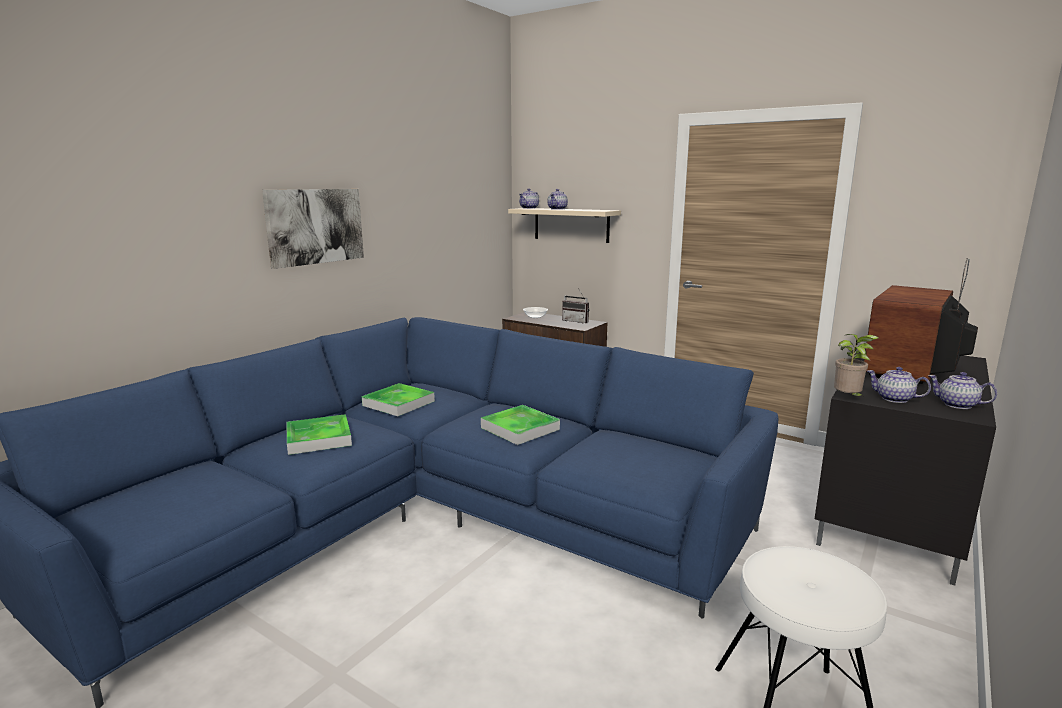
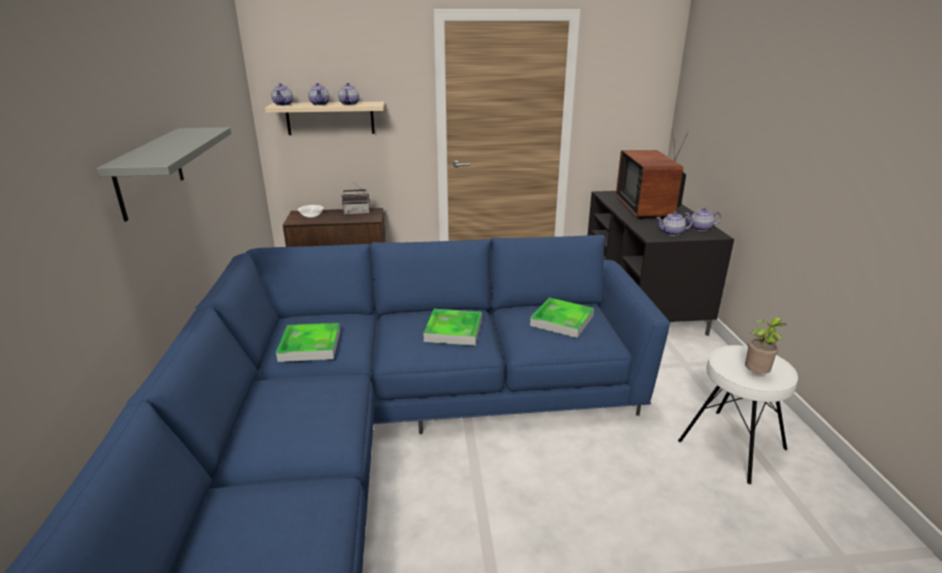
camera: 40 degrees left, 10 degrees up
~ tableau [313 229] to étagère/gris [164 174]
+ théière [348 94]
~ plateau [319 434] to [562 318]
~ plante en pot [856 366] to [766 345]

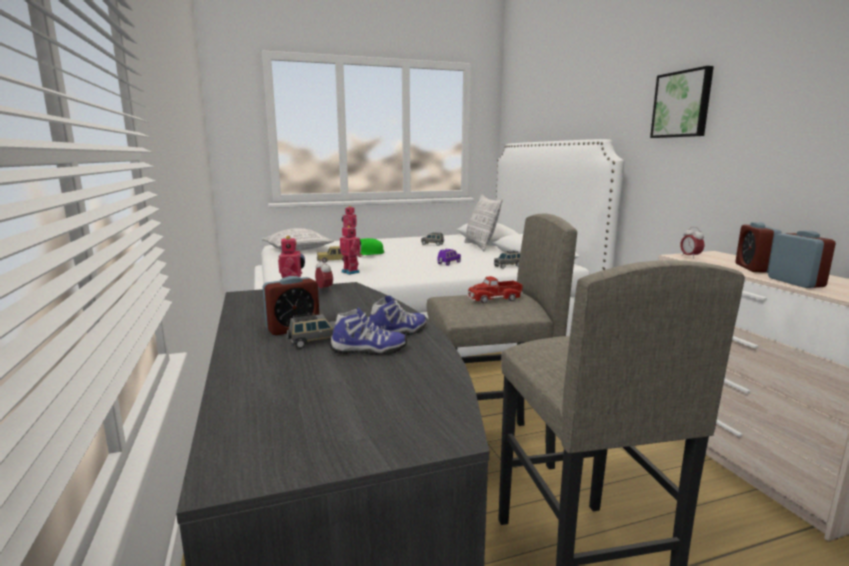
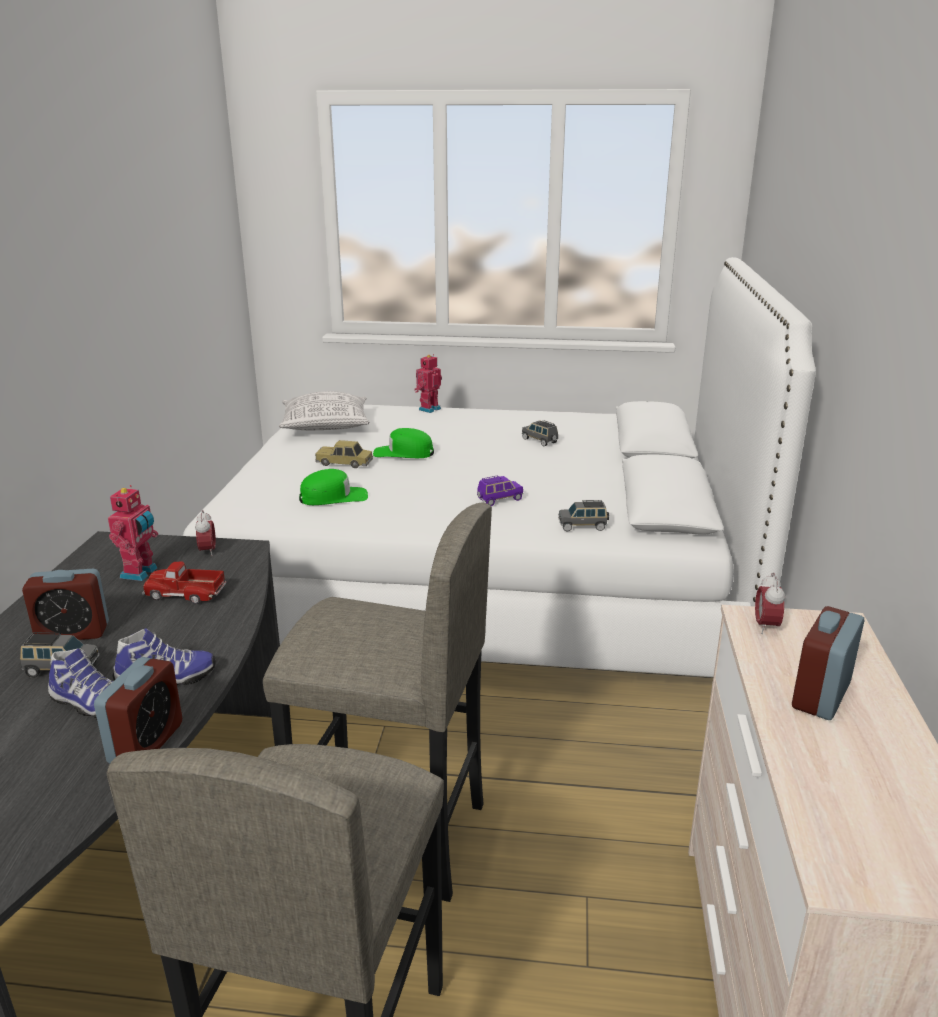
camera: 25 degrees right, 10 degrees up
~ réveil [802 259] to [138 710]
~ camion jouet [495 289] to [184 582]
~ robot jouet [351 250] to casquette/vert [333 487]
- coussin [483 222]
- tableau [682 102]

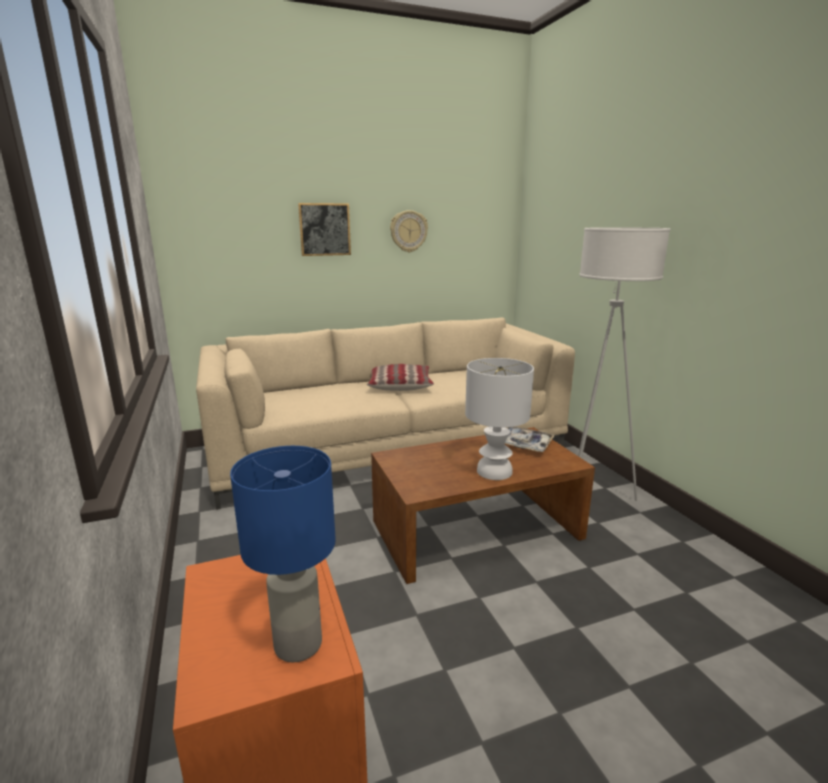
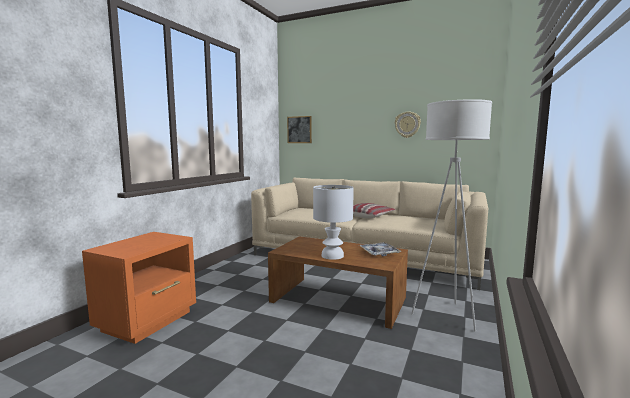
camera: 45 degrees right, 10 degrees down
~ tableau [324 229] to [299 129]
- lampe de table/bleu [283 554]

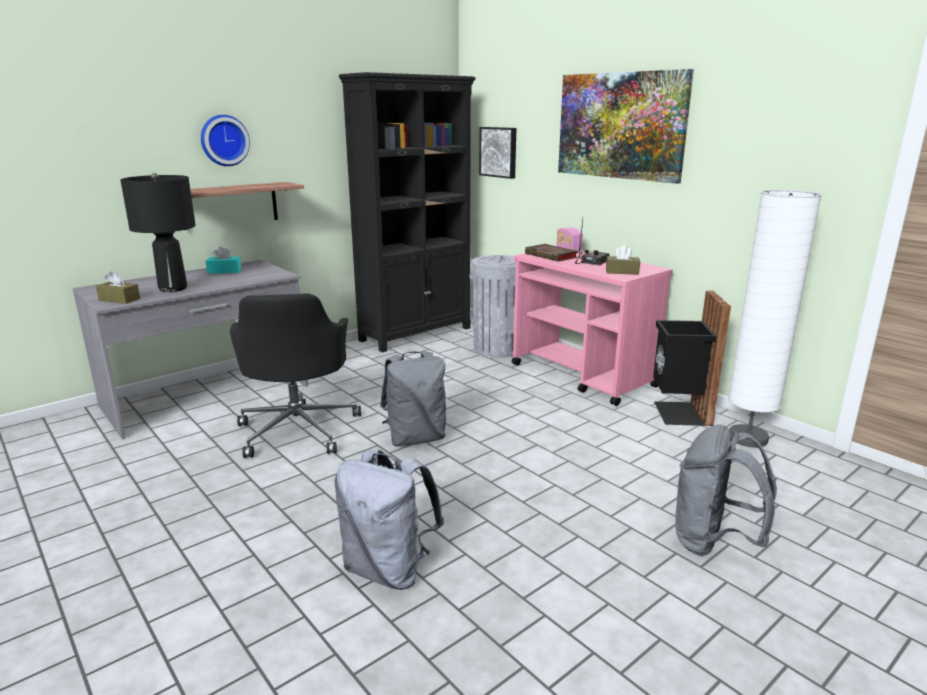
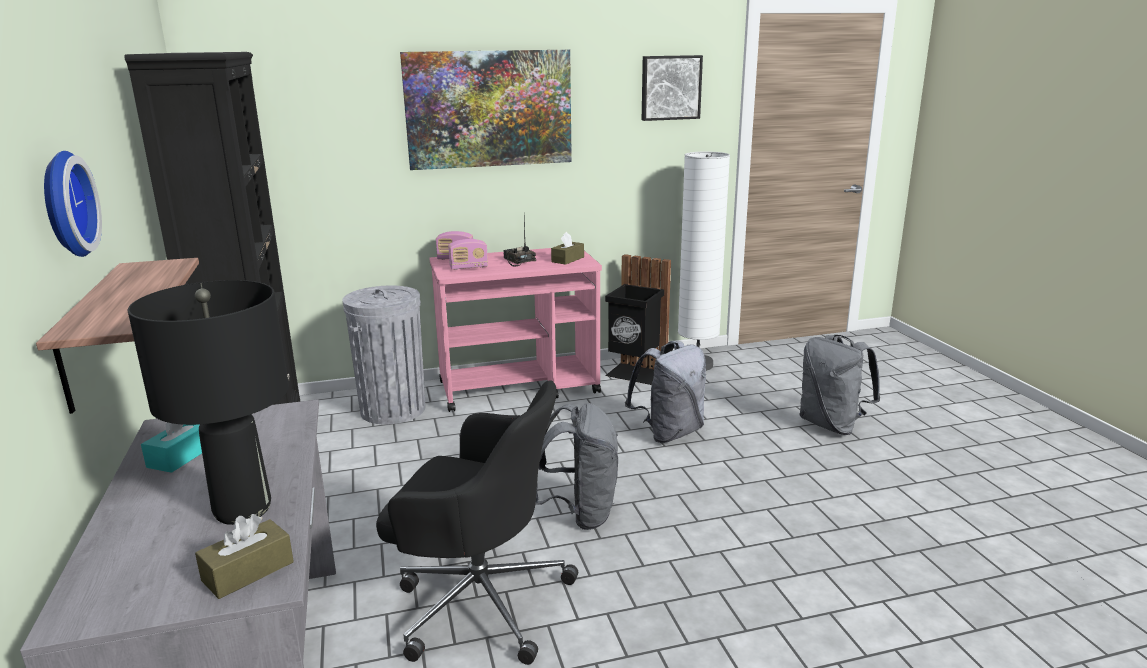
camera: 65 degrees left, 0 degrees up
~ livre [551 253] to radio [468 254]
~ sac à dos/gris [389 520] to [665 392]
~ tableau [497 153] to [672 88]

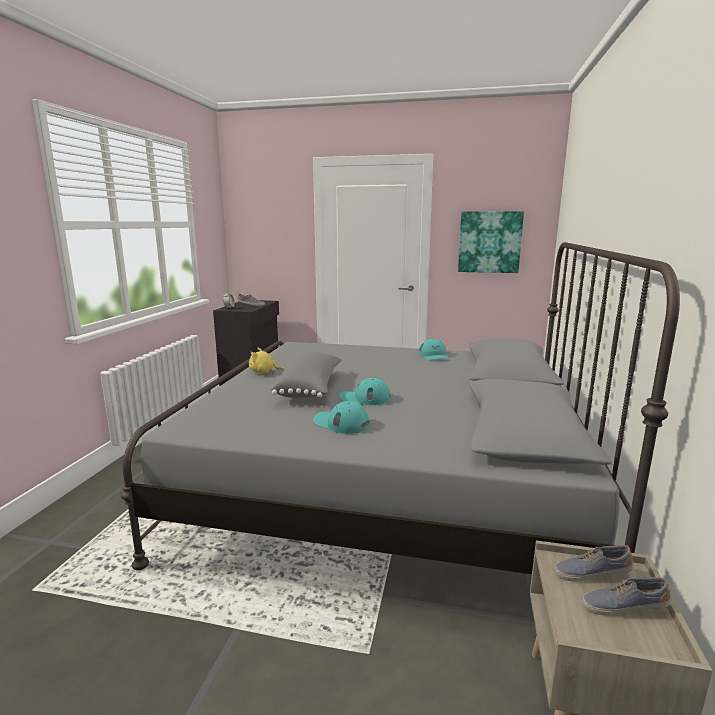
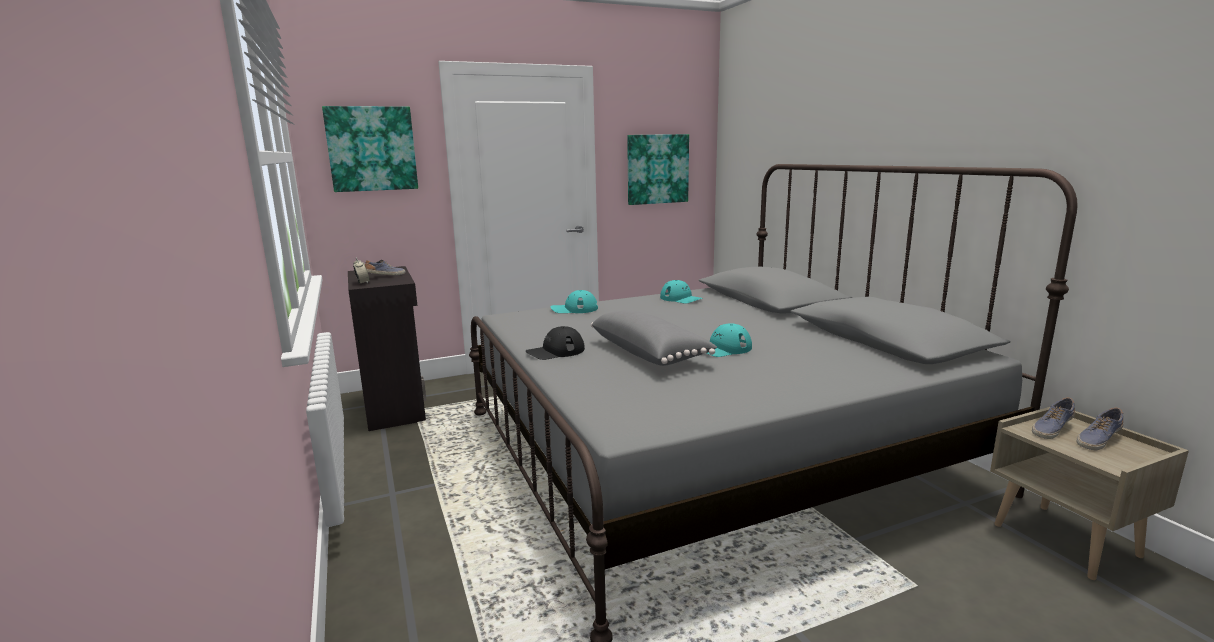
camera: 35 degrees left, 0 degrees up
+ tableau [370 149]
~ peluche/jaune [267 360] to casquette/noir [555 343]
~ casquette/turquoise [341 417] to [574 301]

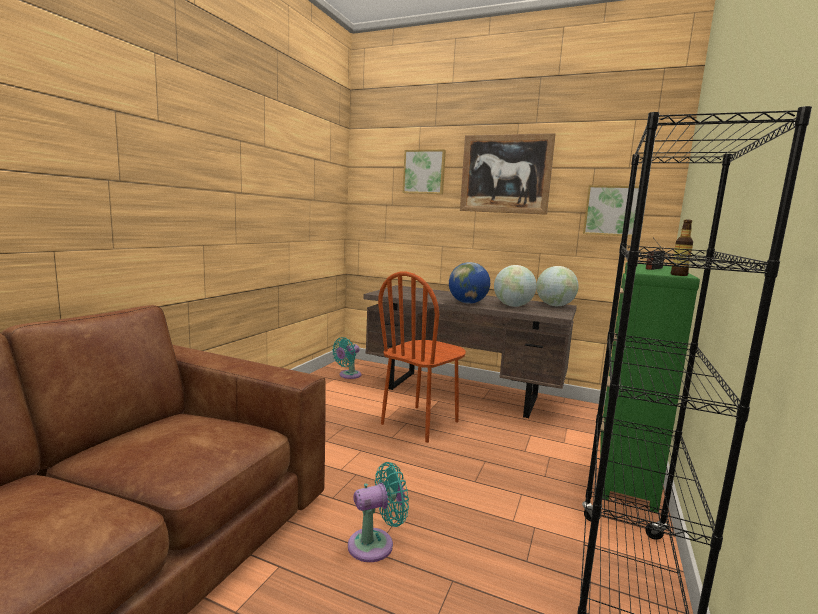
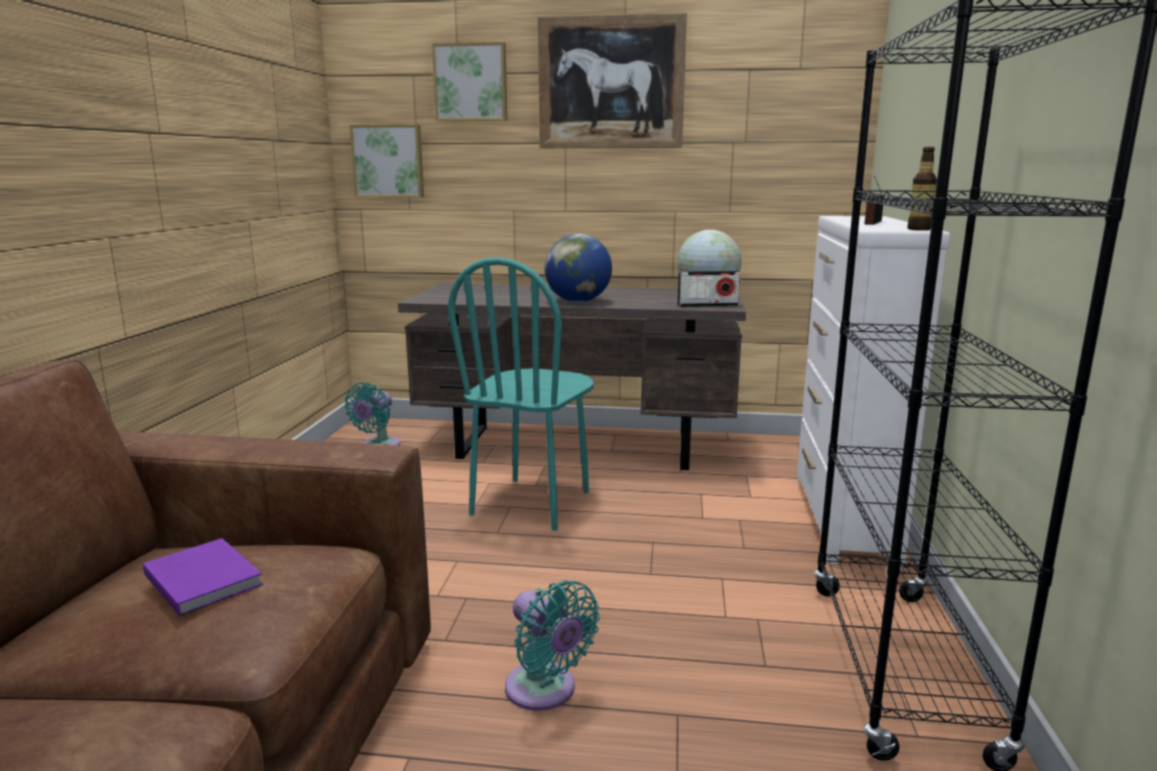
camera: 15 degrees left, 5 degrees up
+ livre/violet [203 577]
~ tableau [611 211] to [386 161]
~ chaise/marron [422 357] to chaise/turquoise [521 394]
~ ventilateur/turquoise [378 512] = [552 645] 90 degrees clockwise
+ radio [708 289]
~ commode/vert [650 387] to commode/blanc [873 392]
- globe [515 286]

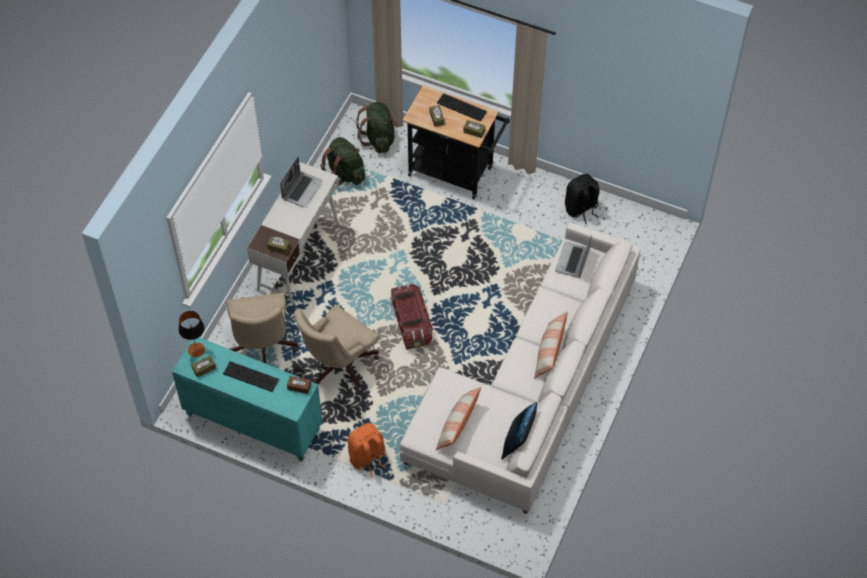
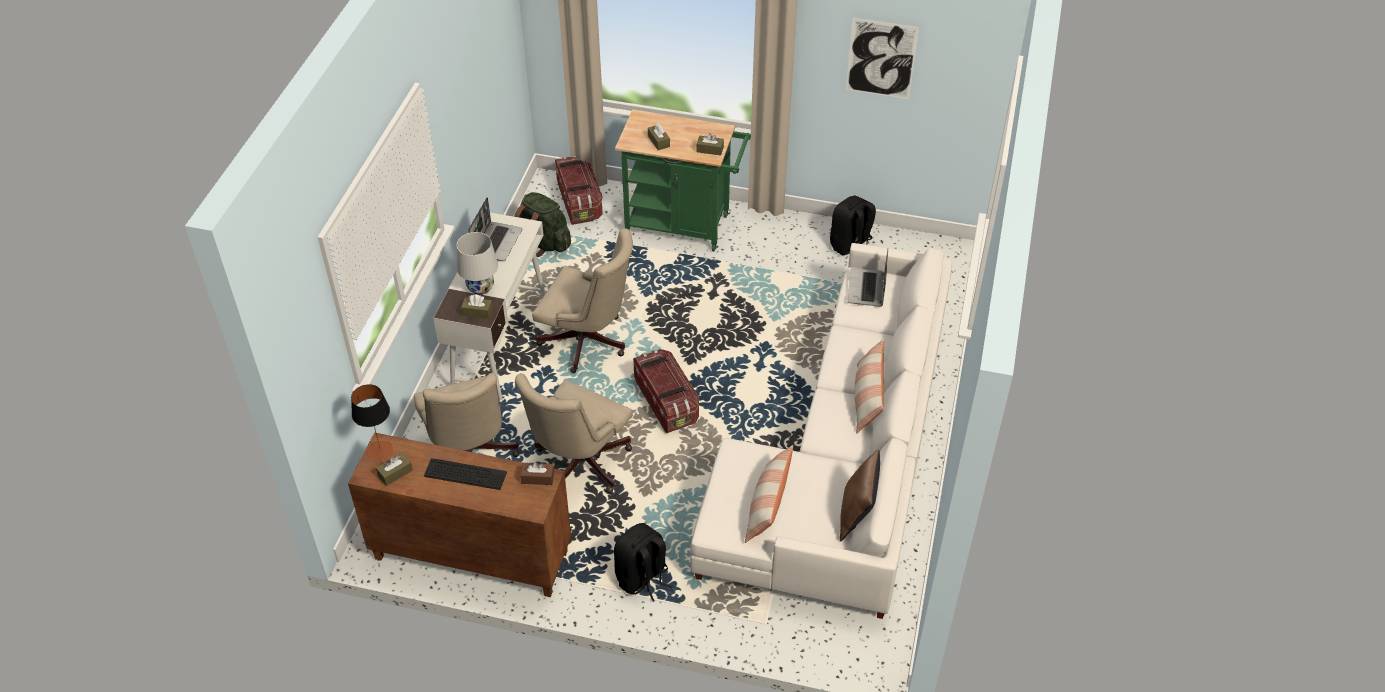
camera: 10 degrees left, 10 degrees down
~ meuble de rangement/turquoise [247 399] to meuble de rangement/marron [459 514]
+ lampe de table/blanc [477 263]
+ chaise de bureau/beige [582 300]
~ sac à dos/vert [377 127] to boîte de rangement [579 190]
~ sac à dos/orange [367 450] to sac à dos/noir [643 562]
~ chariot/noir [456 142] to chariot/vert [683 180]
~ coussin/bleu [519 431] to coussin/marron [860 495]
+ tableau [882 58]
- clavier [462 107]

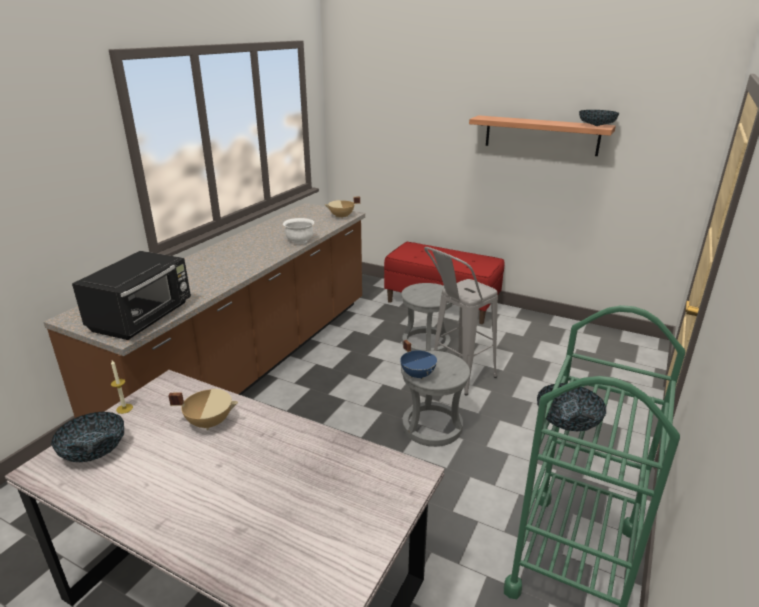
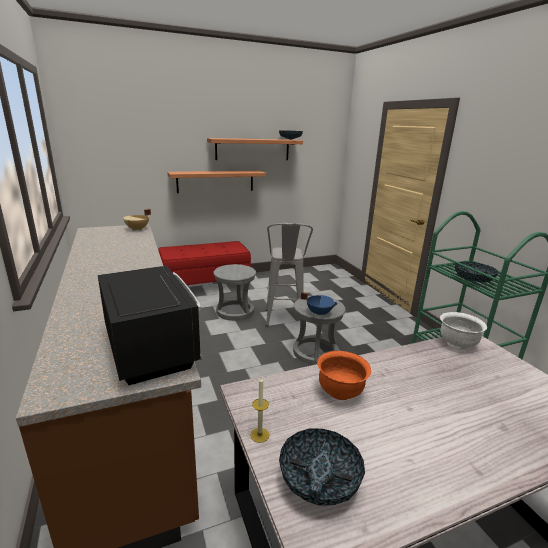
camera: 50 degrees left, 5 degrees down
+ étagère [216 182]
~ marmite/beige [203 409] to bol/orange [344 375]
~ bol/blanc [298 231] to [463 331]

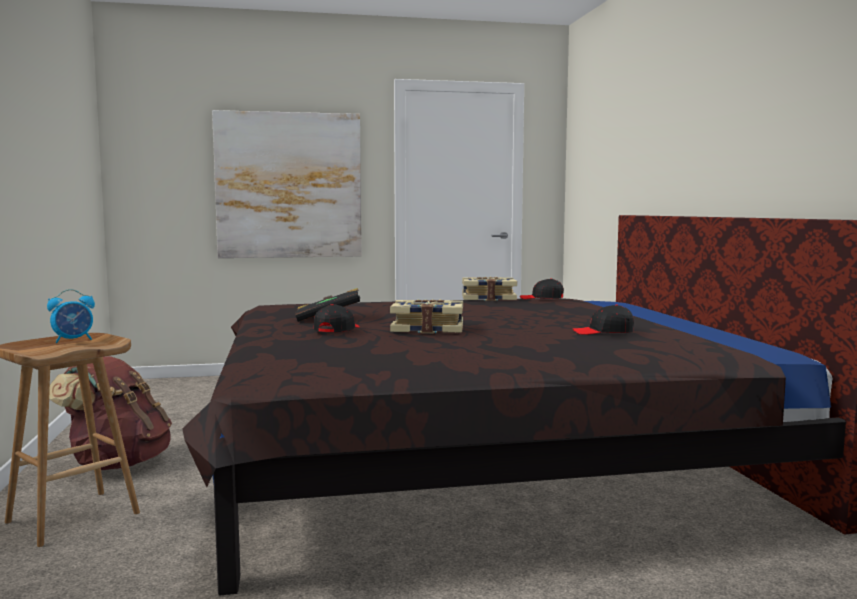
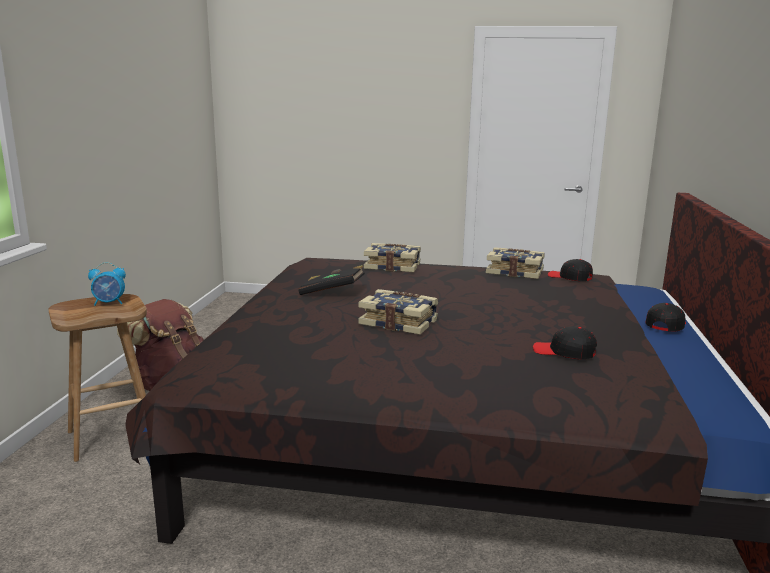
camera: 20 degrees right, 10 degrees up
+ livre [392 257]
~ casquette/noir [337 318] to [665 317]
- tableau [287 184]

